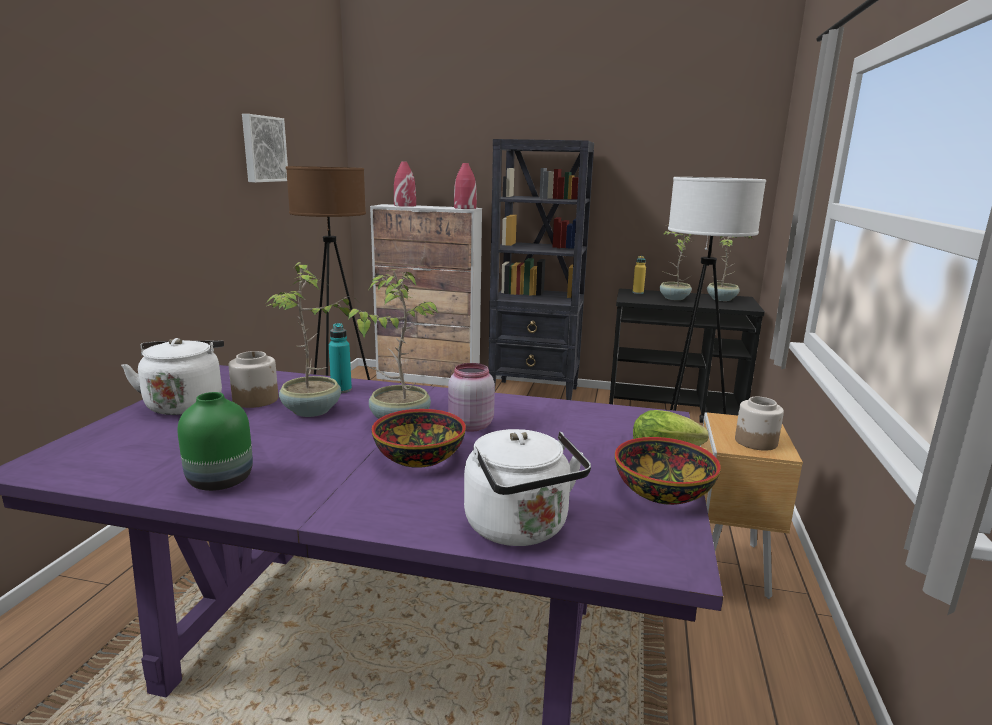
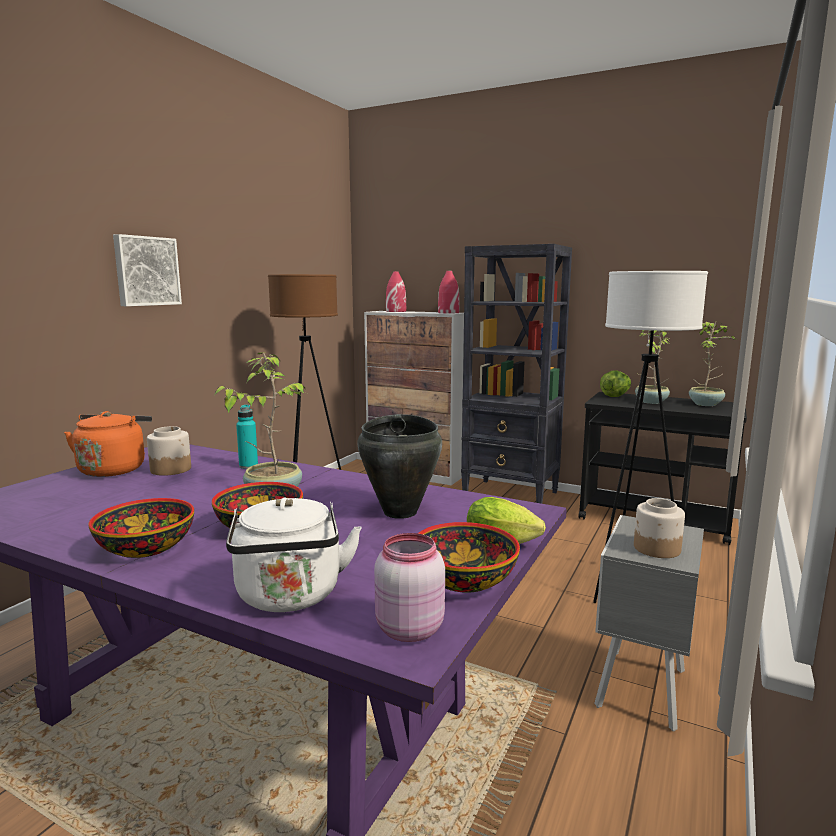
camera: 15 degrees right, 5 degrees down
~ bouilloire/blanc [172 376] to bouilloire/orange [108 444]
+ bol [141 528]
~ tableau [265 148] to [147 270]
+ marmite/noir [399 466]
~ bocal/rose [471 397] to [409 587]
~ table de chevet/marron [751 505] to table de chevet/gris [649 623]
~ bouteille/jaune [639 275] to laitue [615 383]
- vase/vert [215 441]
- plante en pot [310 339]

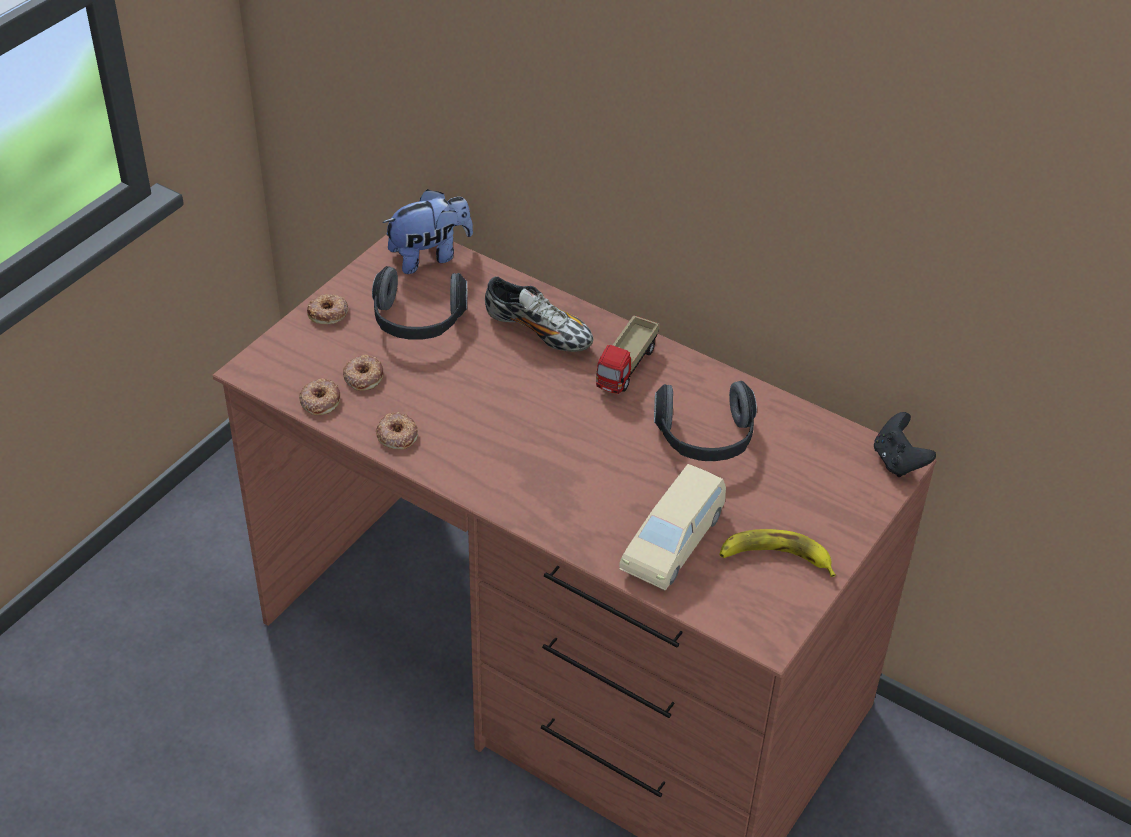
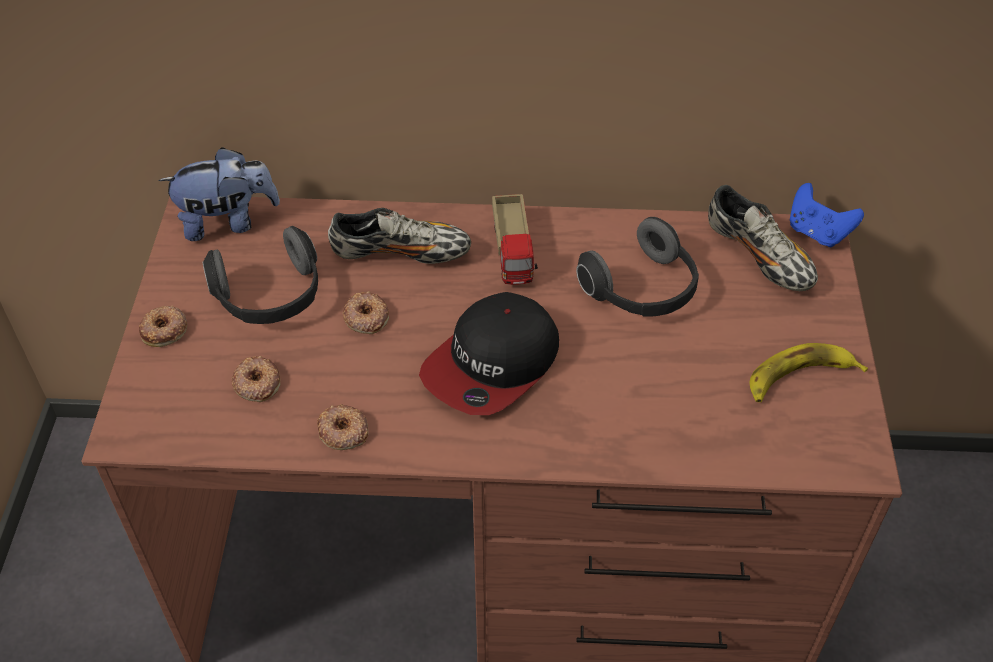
camera: 30 degrees left, 5 degrees up
~ peluche [427 231] = [219 194] 45 degrees clockwise
~ beignet [319 396] to [366 312]
+ casquette [489 353]
+ chaussure [763 238]
~ manette/noir [905 444] to manette/bleu [827 215]
- petite voiture/beige [672 527]

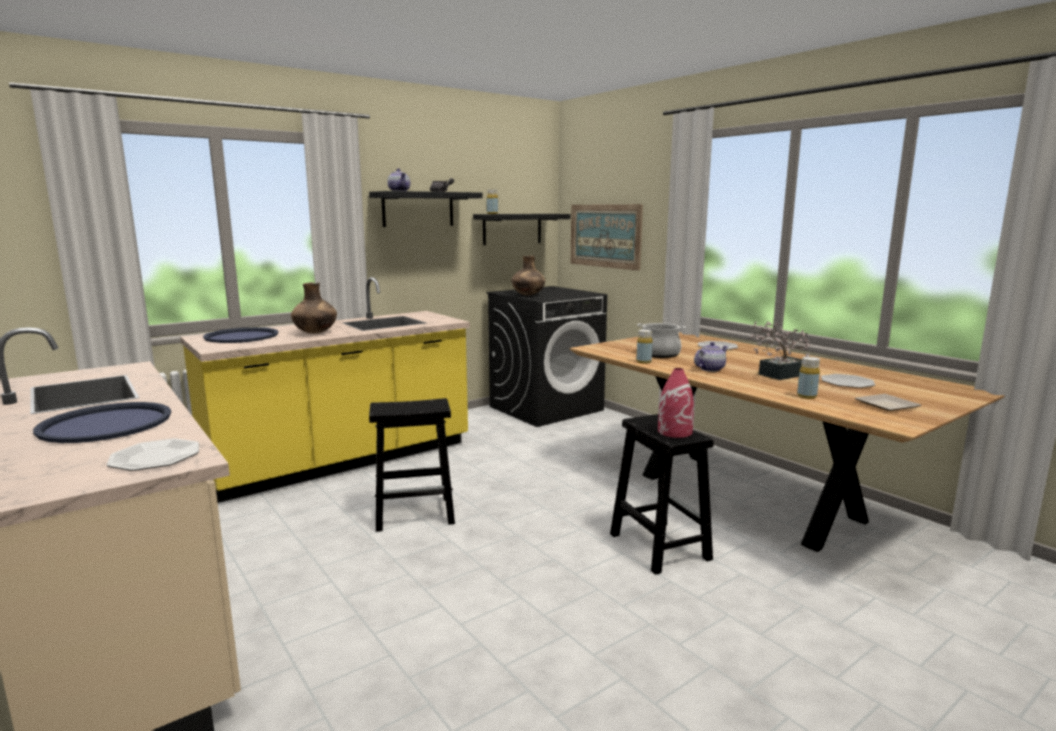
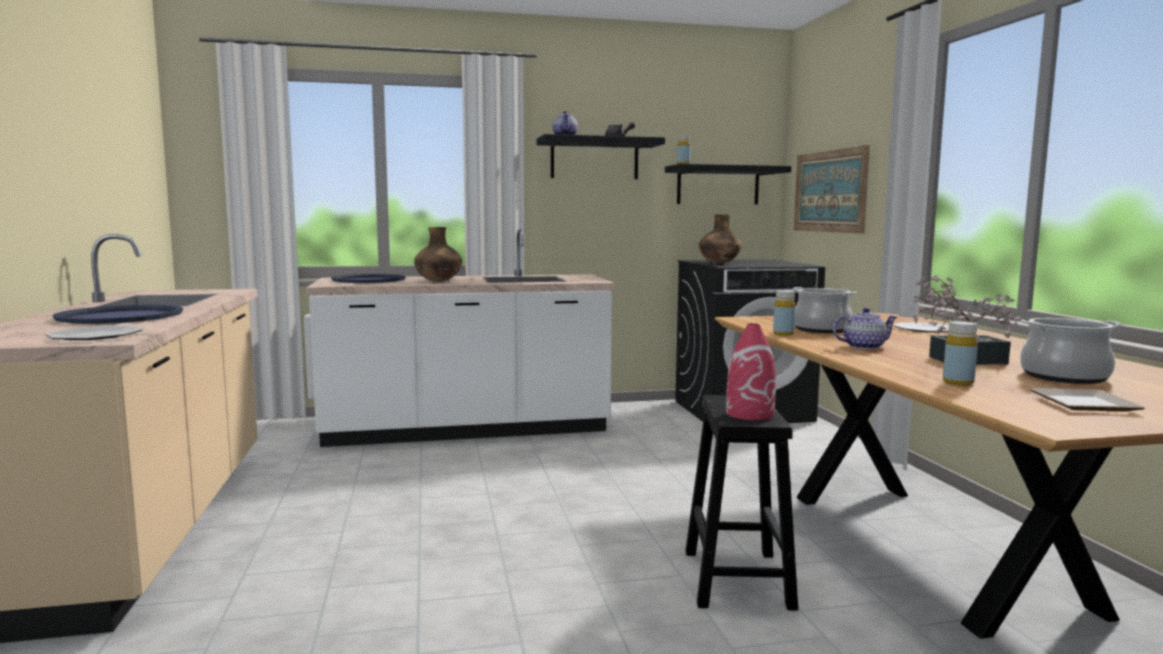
camera: 25 degrees right, 5 degrees down
~ comptoir de cuisine/jaune [325 390] to comptoir de cuisine/blanc [460 338]
~ assiette [848 381] to marmite [1071 351]
- tabouret/noir [412 465]

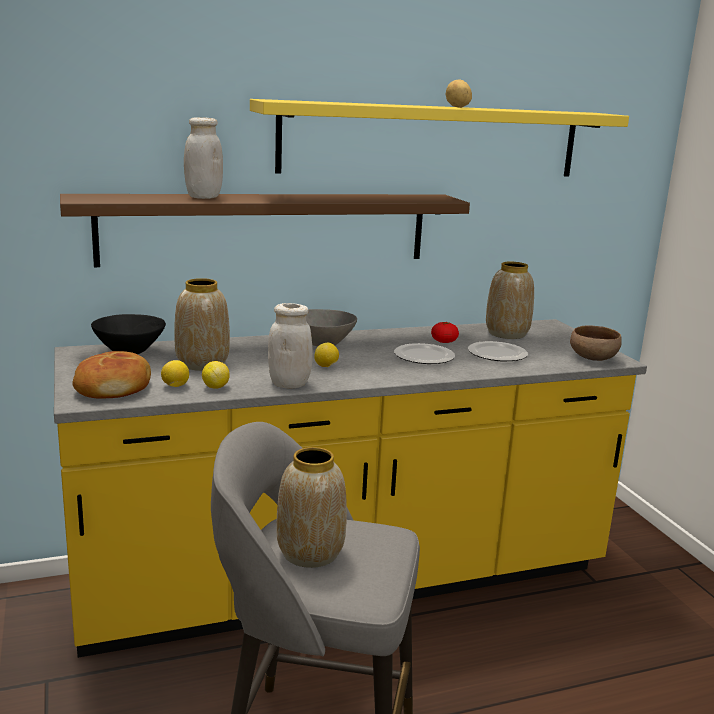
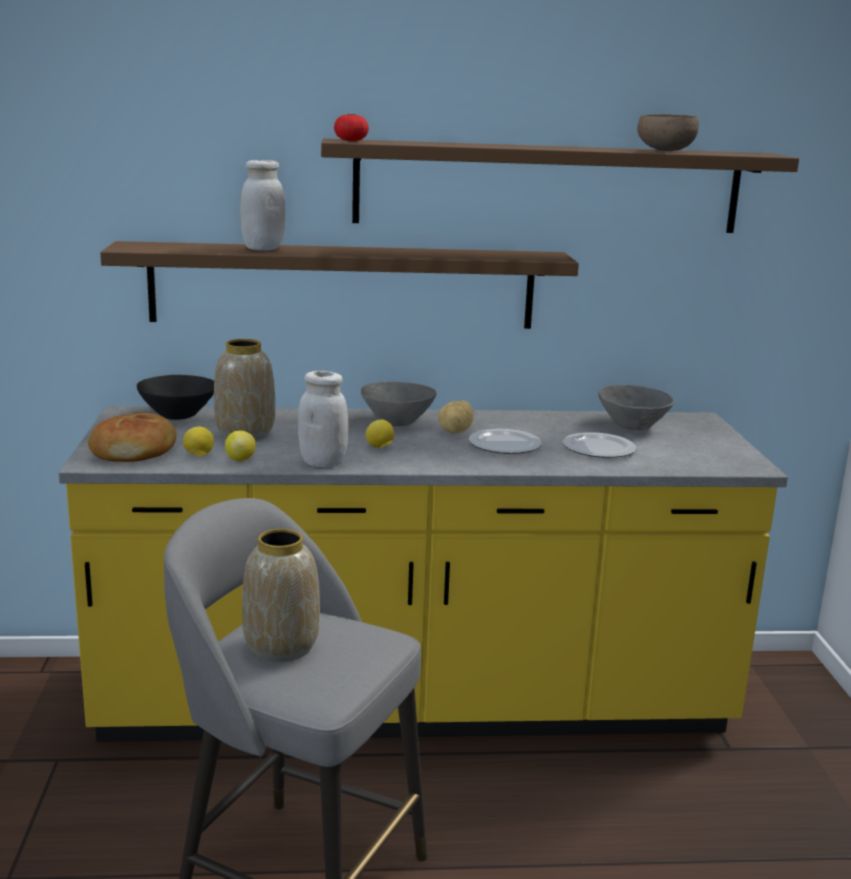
camera: 15 degrees right, 0 degrees up
~ étagère/jaune [439 137] to étagère/marron [560 186]
~ tomate [445 332] to [351 127]
~ pomme de terre [458 93] to [455 417]
~ vase [510 300] to bol/gris [636 407]
~ bol/marron [596 343] to [668 132]

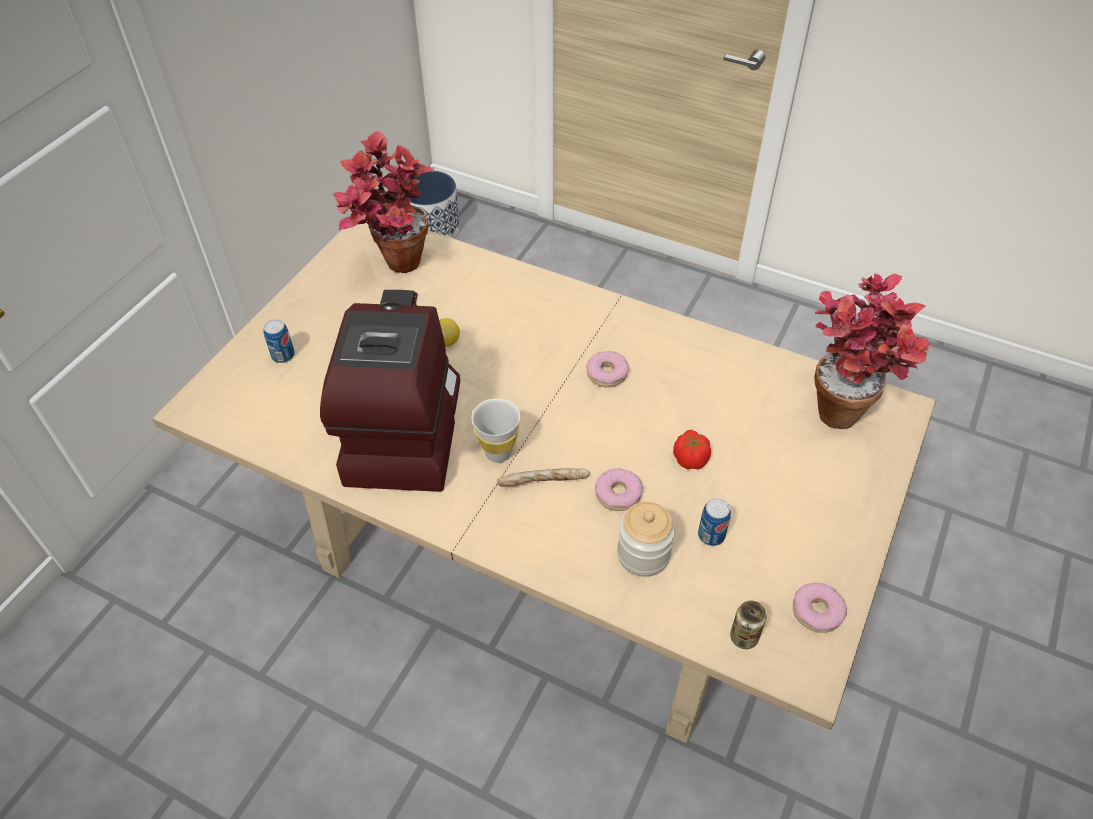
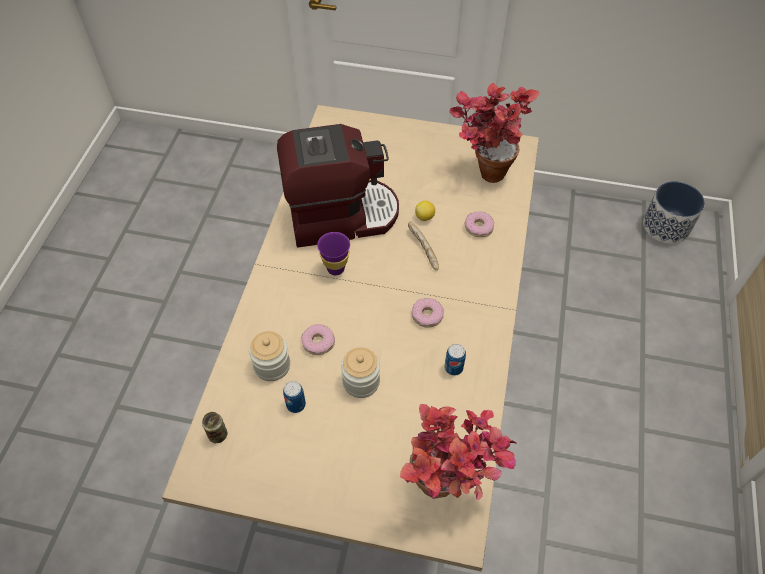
camera: 75 degrees right, 5 degrees up
~ tasse/blanc [496 430] to tasse/violet [333 253]
~ tomate [692 449] to bocal [360 372]
~ pain [543 477] to [423 245]
~ boîte métallique [279 341] to [455 360]
~ beignet [820 608] to [479 224]

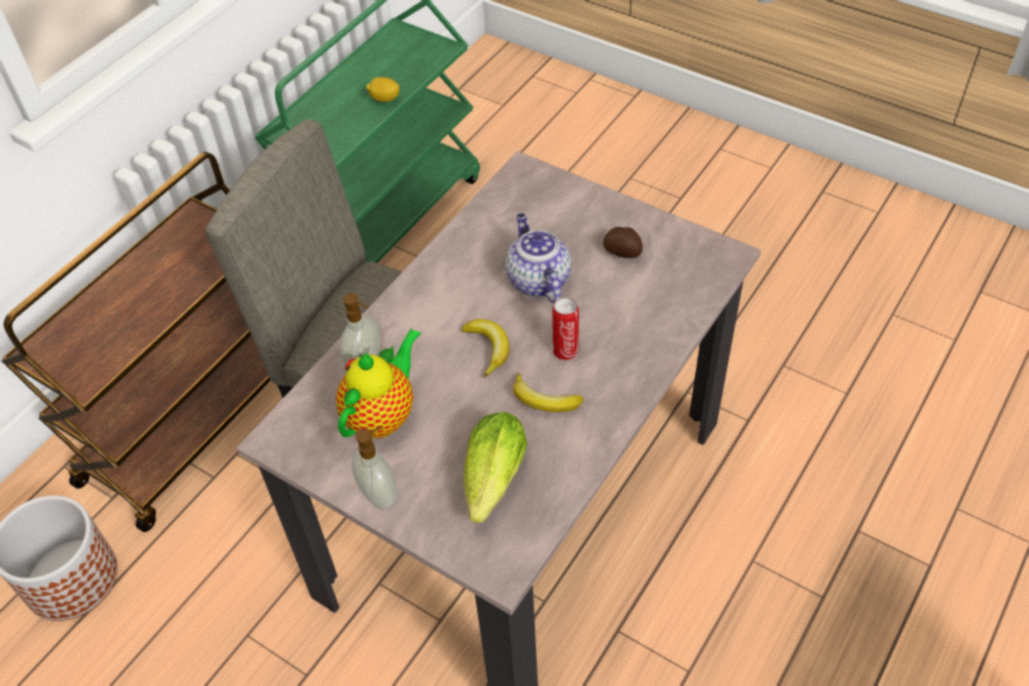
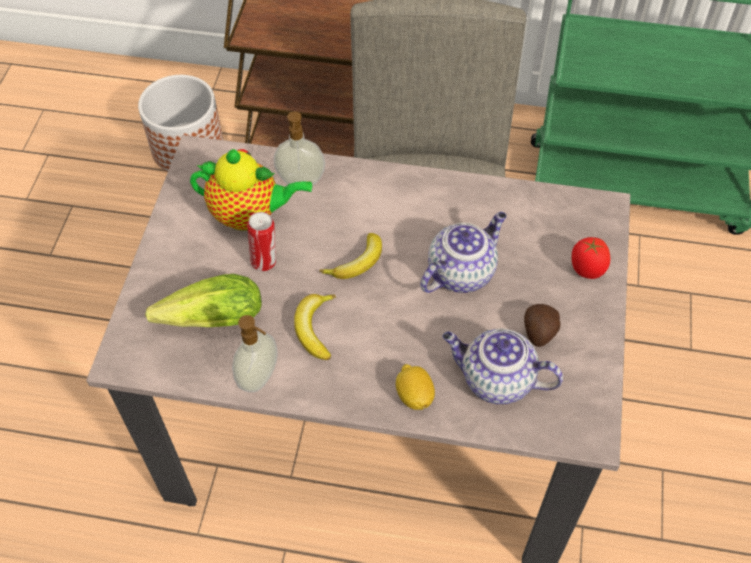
camera: 65 degrees right, 5 degrees up
~ distributeur de savon [374 468] to [254 353]
~ boîte métallique [565 328] to [261 241]
~ citron [383 89] to [415 387]
+ théière [502 366]
+ tomate [591 258]

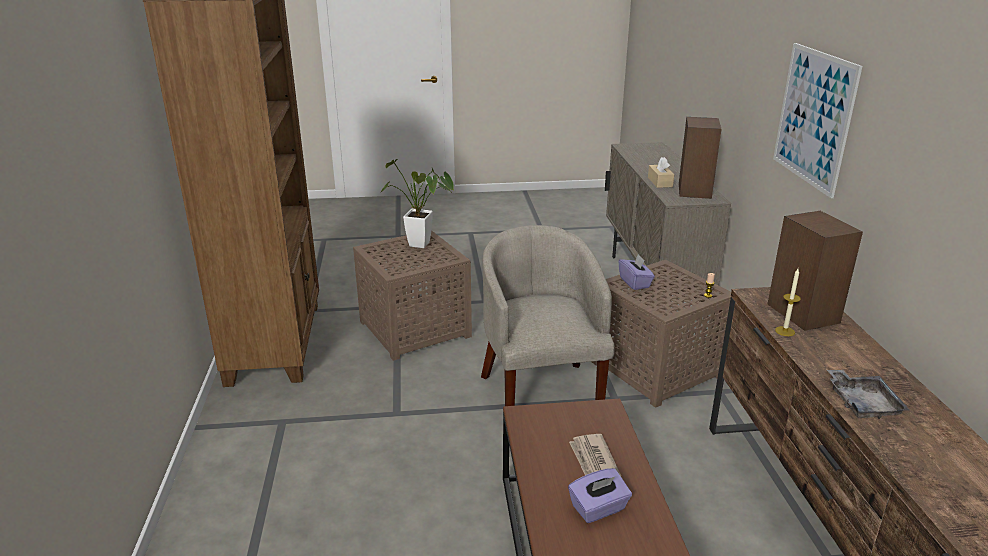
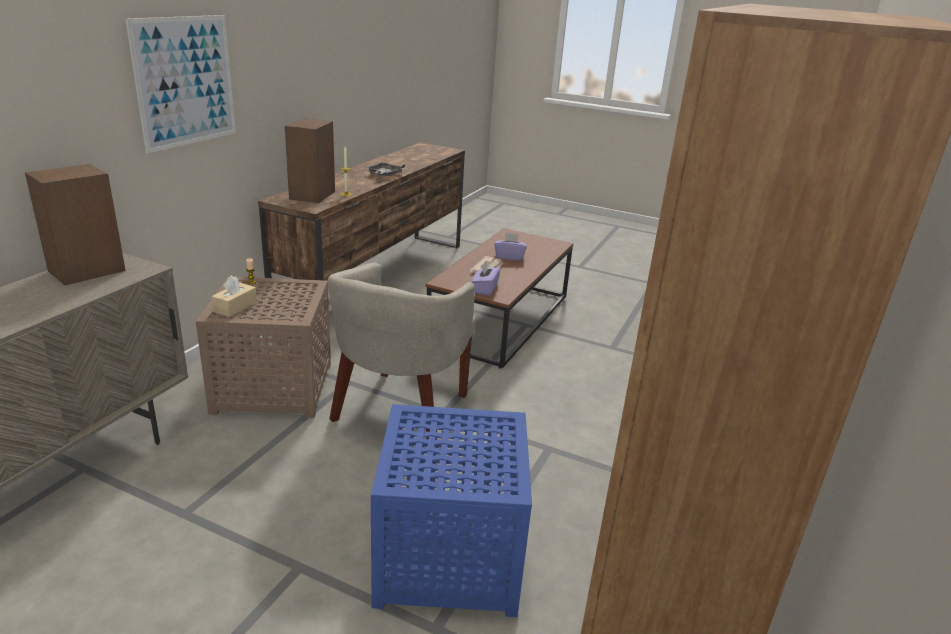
camera: 150 degrees left, 0 degrees up
~ boîte à mouchoirs/beige [661 172] to [234 296]
~ table d'appoint/marron [412 295] to table d'appoint/bleu [451 510]
~ boîte à mouchoirs/violet [636 272] to [486 279]
- plante en pot [417 203]

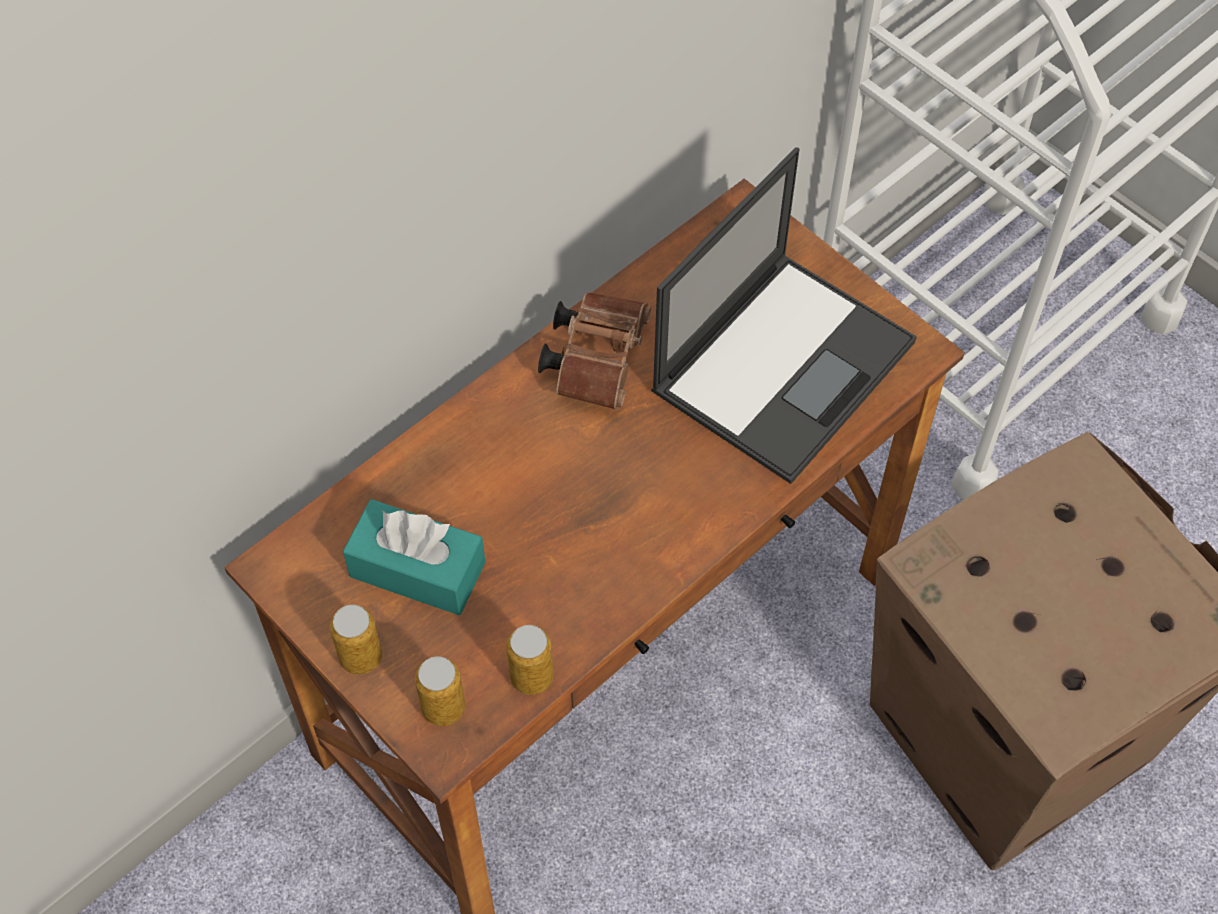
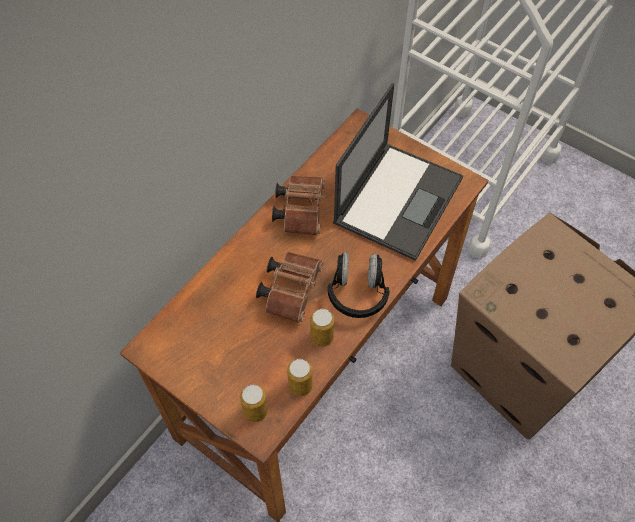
camera: 10 degrees left, 0 degrees up
+ jumelles/marron [289 287]
~ boîte métallique [356 640] to [322 328]
+ casque audio/noir [359 285]
- boîte à mouchoirs/turquoise [414 557]

